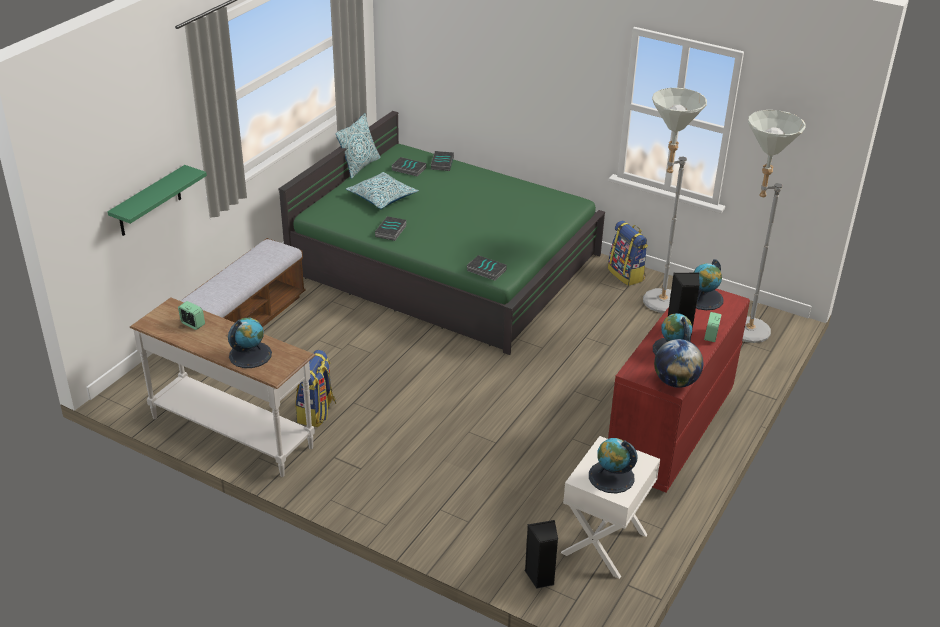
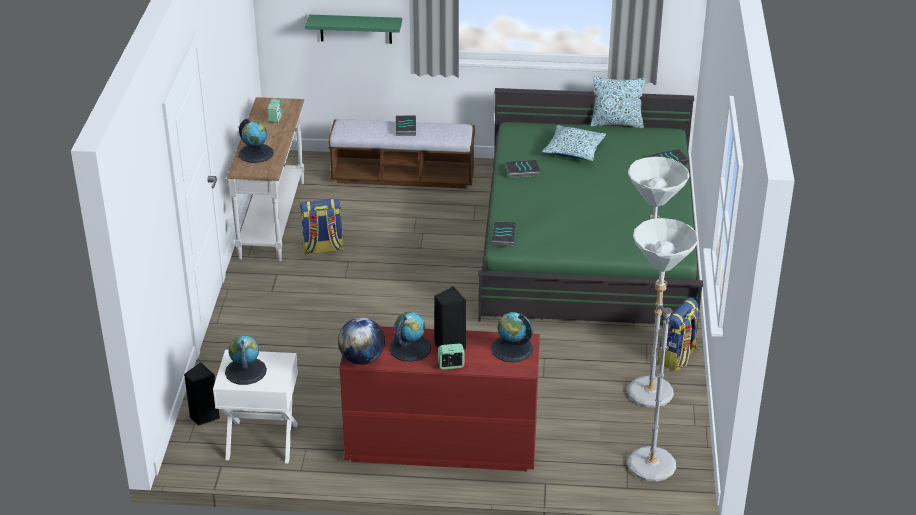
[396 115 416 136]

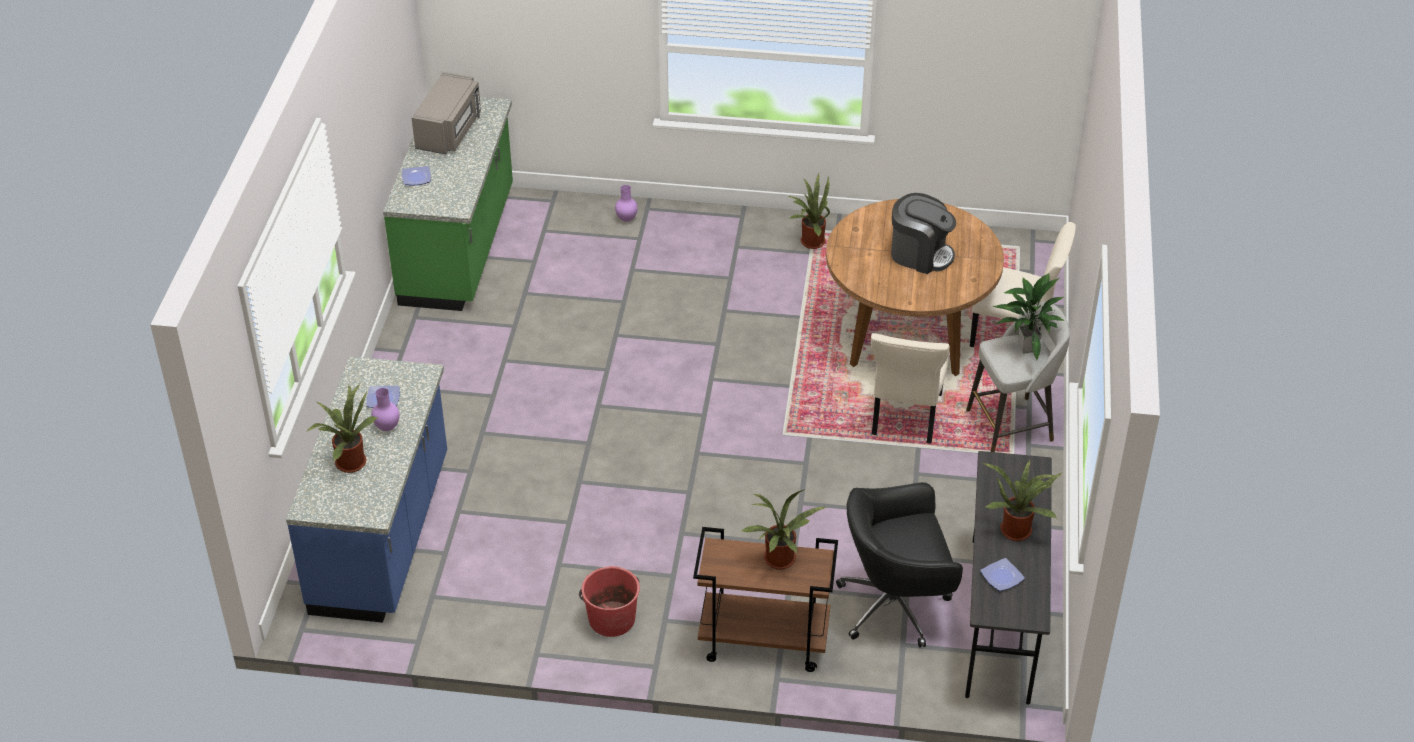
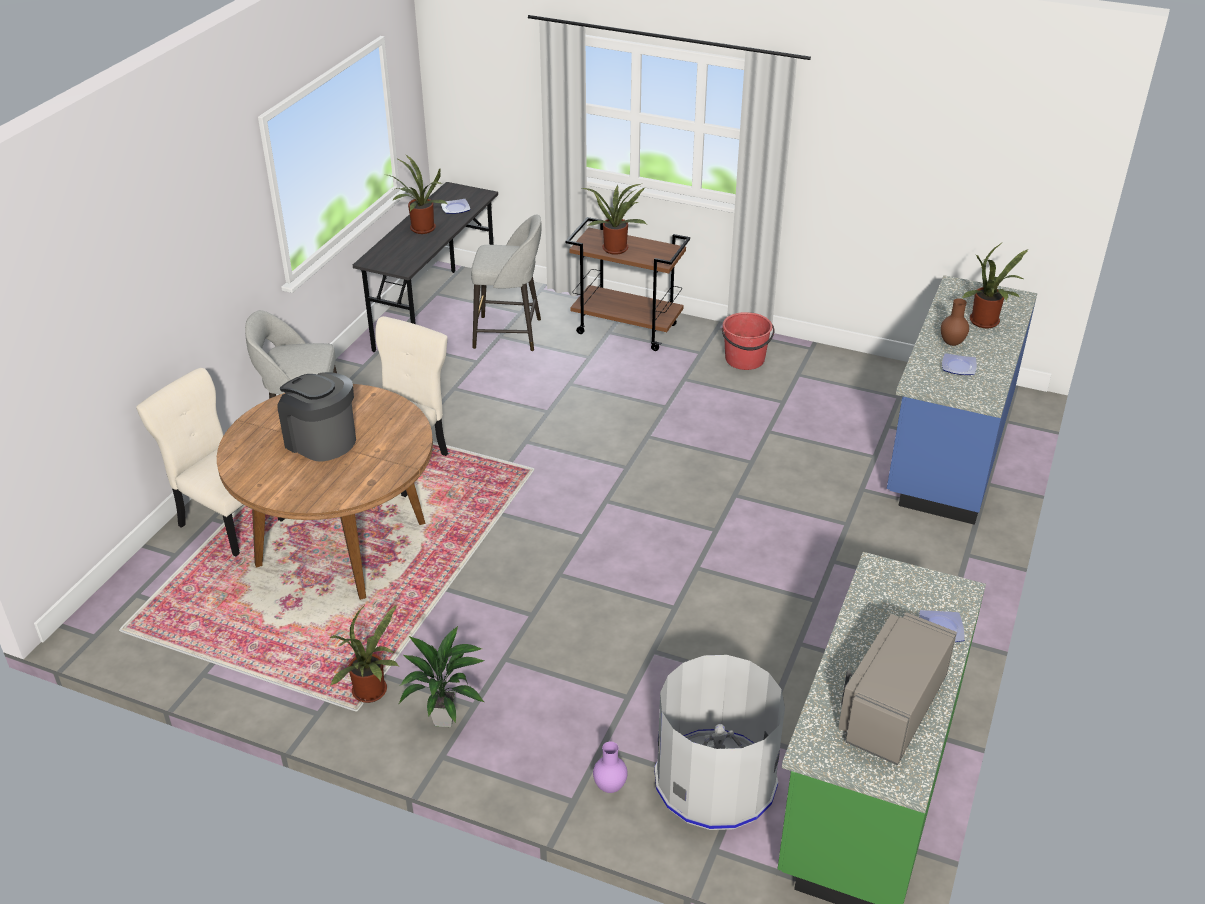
[941 298 969 346]
[471 214 542 351]
[399 626 485 727]
[654 655 785 830]

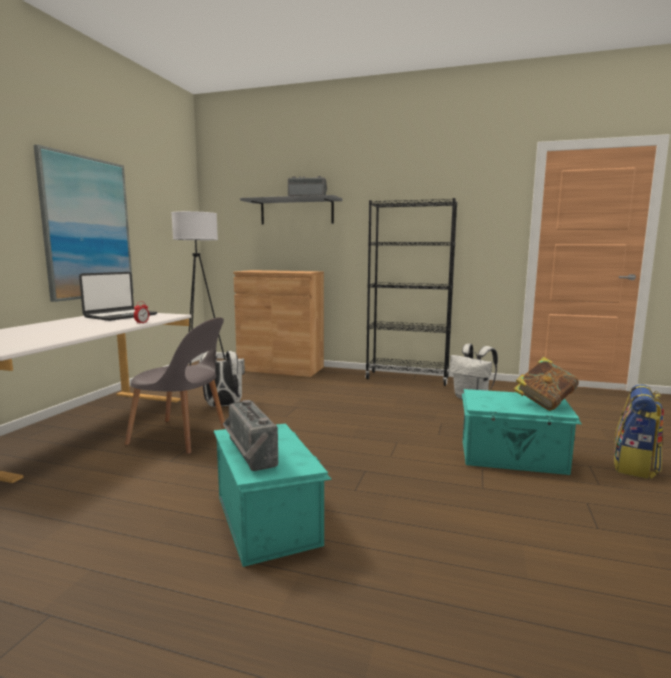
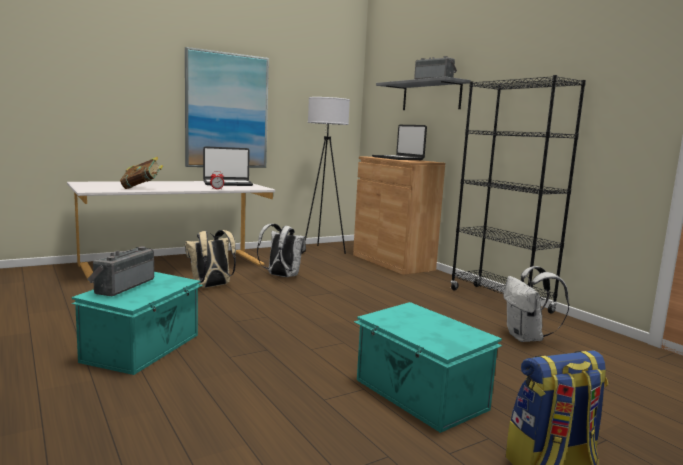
[185 230 236 288]
[120 157 163 189]
[372 125 427 160]

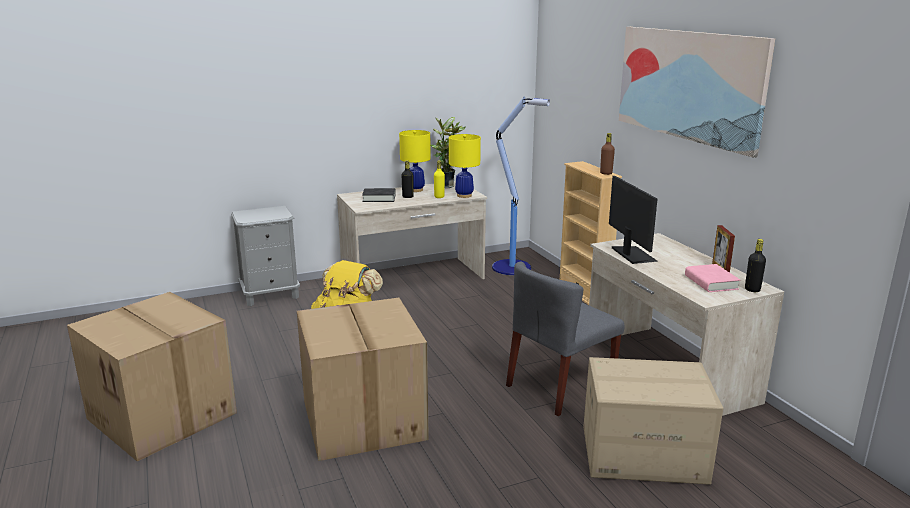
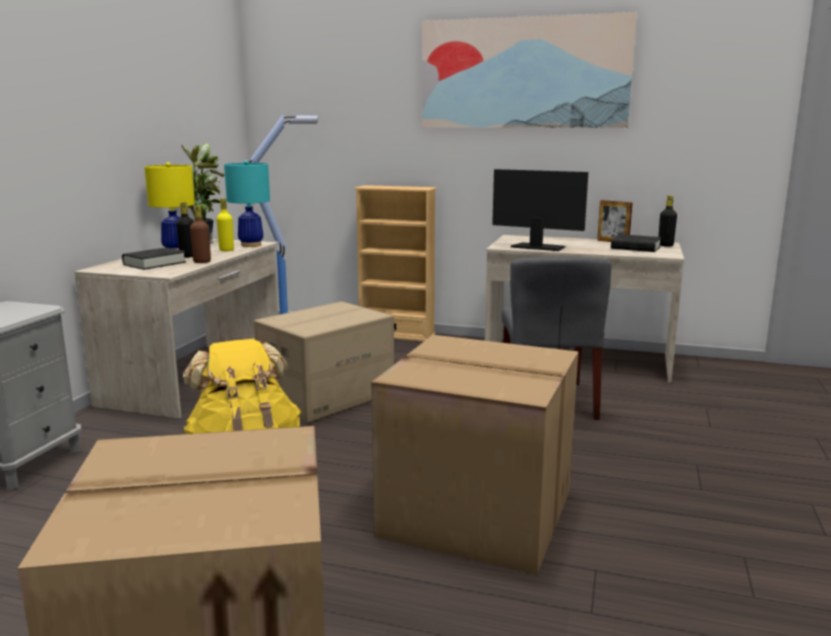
[224 160 270 247]
[254 301 394 423]
[190 205 211 263]
[611 234 662 252]

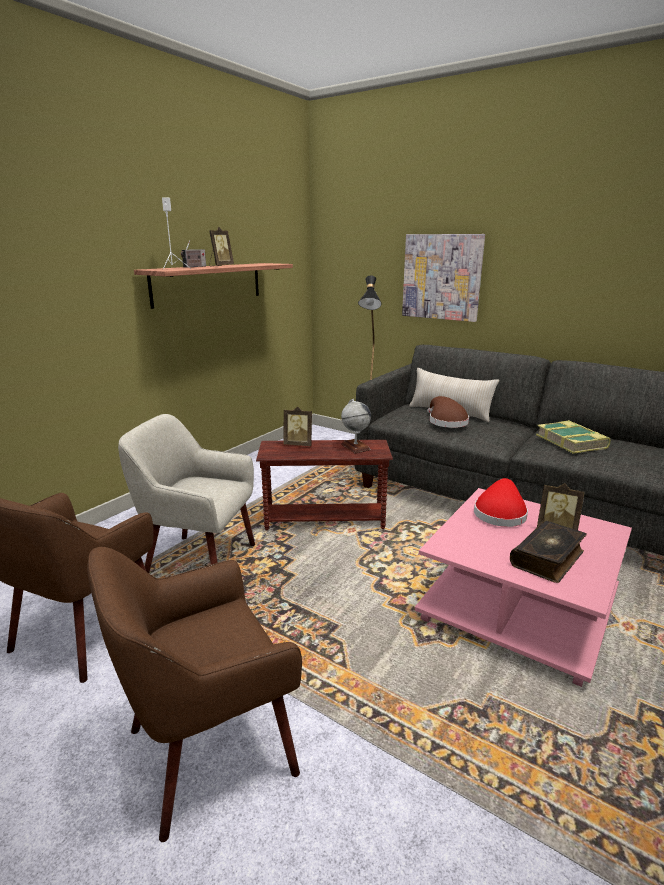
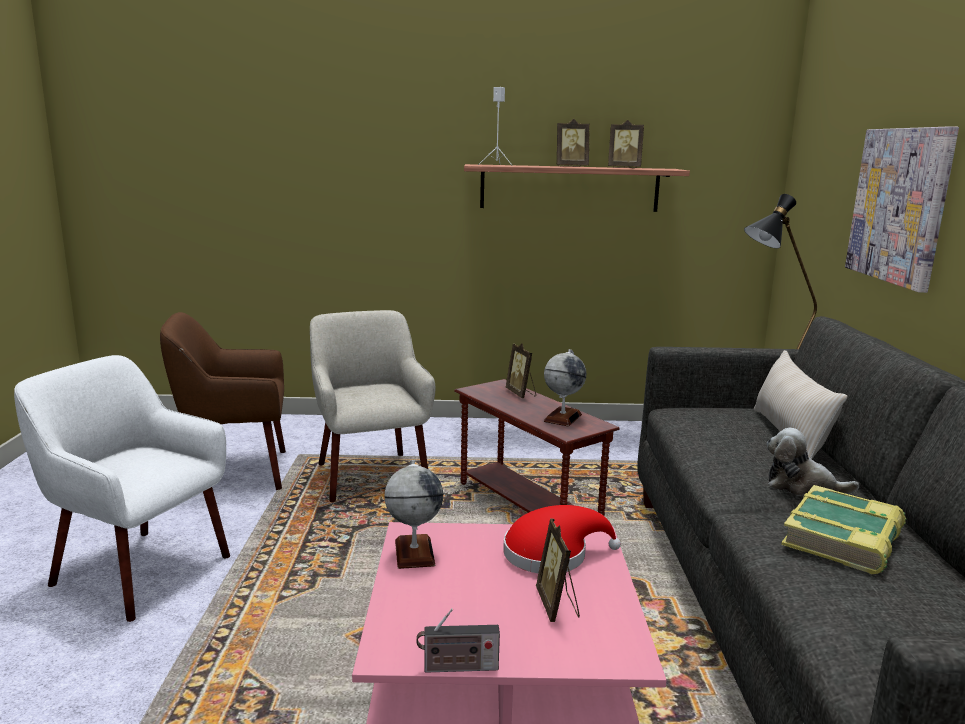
[14 355 230 622]
[416 608 500 673]
[427 396 469 428] (first image)
[510 521 586 583] (first image)
[384 460 443 569]
[608 120 644 168]
[767 428 859 495]

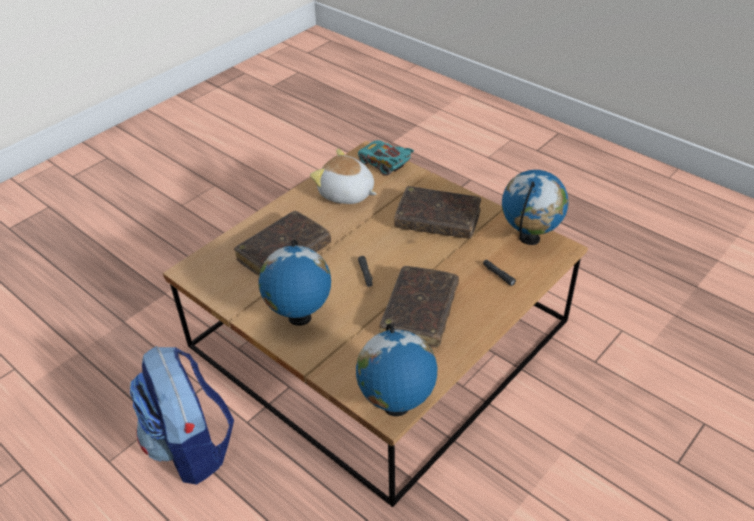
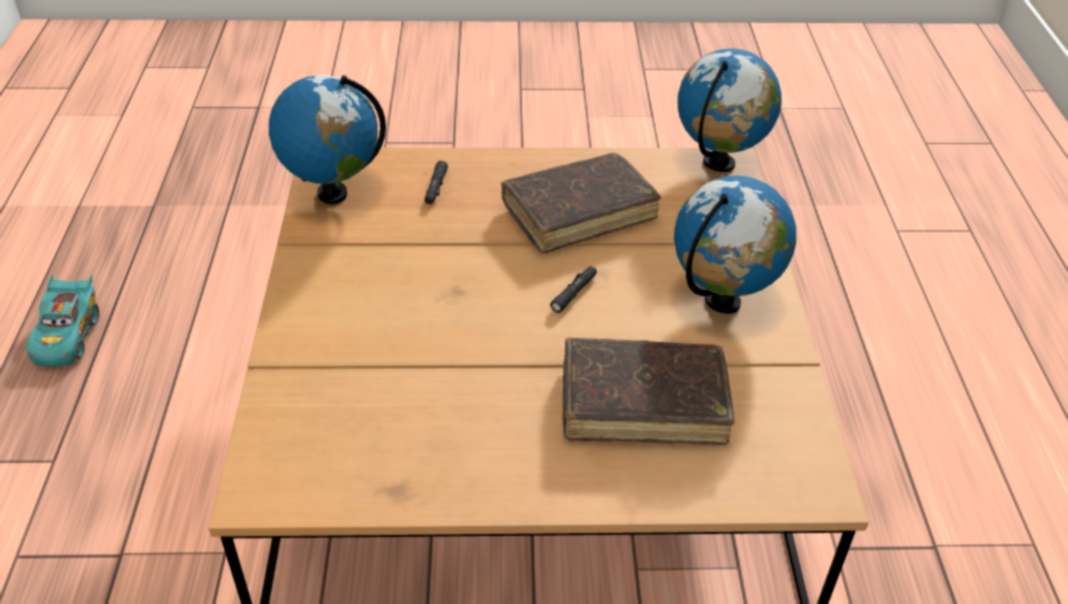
[130 346 234 485] (first image)
[310 149 377 204] (first image)
[26 275 99 367]
[394 186 481 239] (first image)

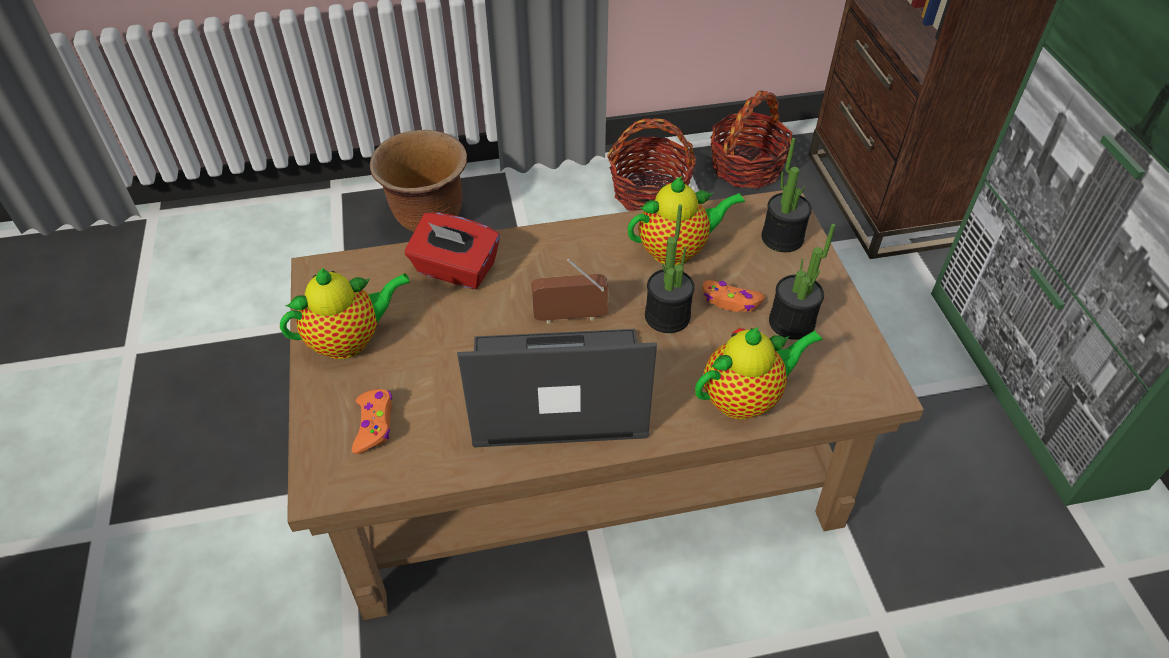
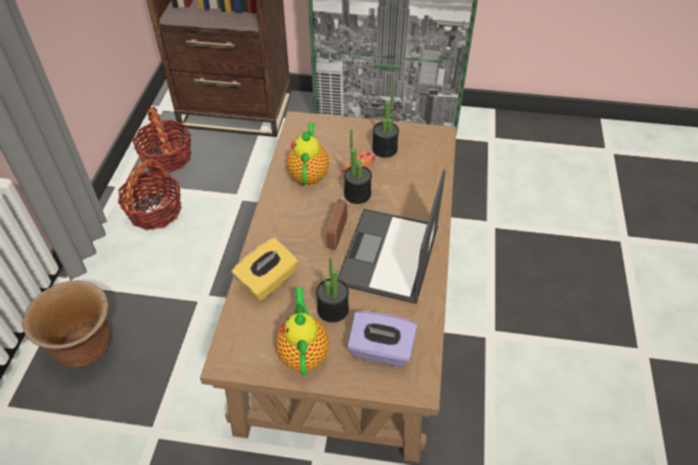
[347 311 417 367]
[231 238 298 301]
[695 327 823 420] (first image)
[316 257 349 323]

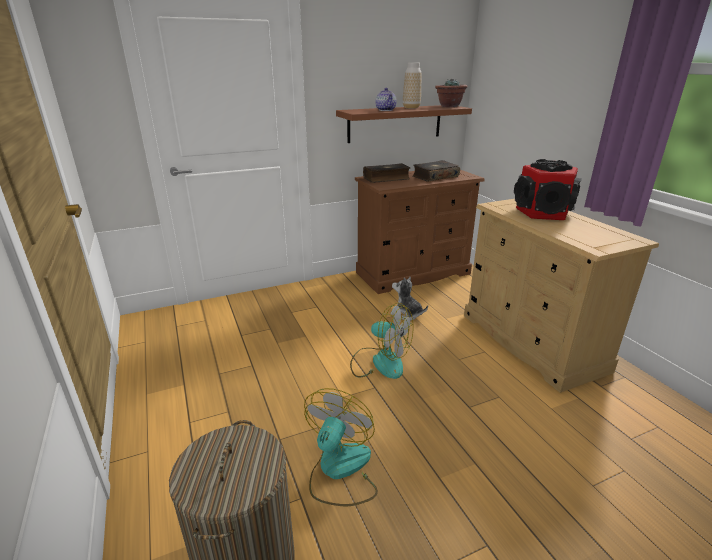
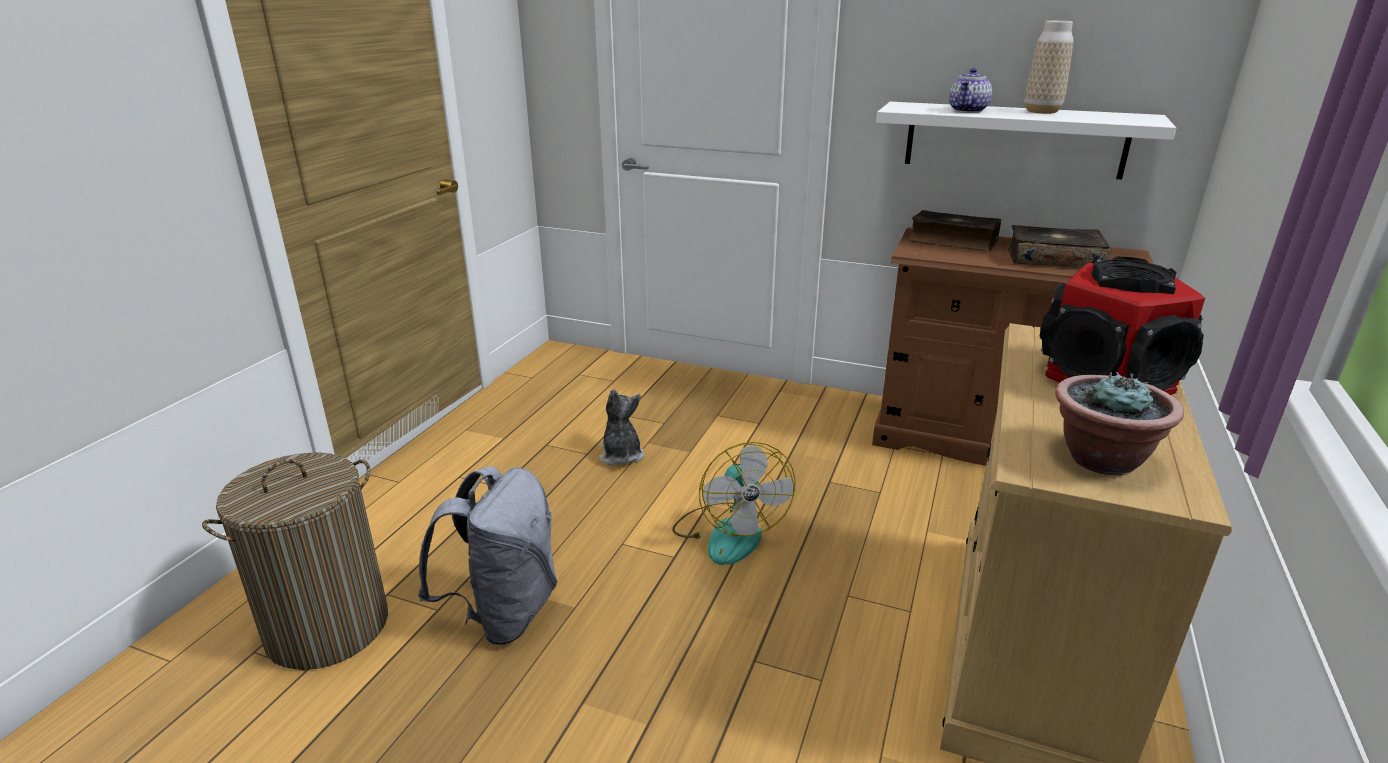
[418 466 557 645]
[876 102 1176 180]
[599 389 644 466]
[1055 372 1184 475]

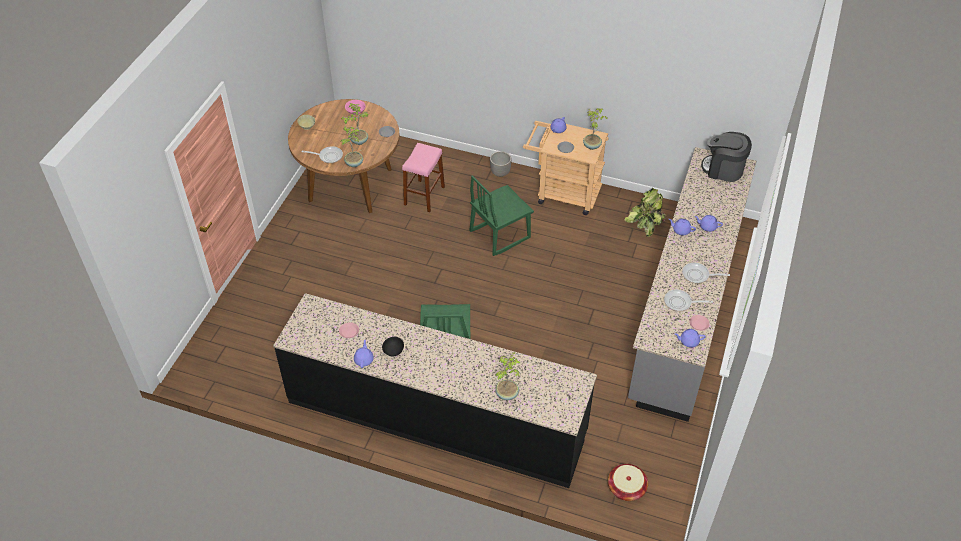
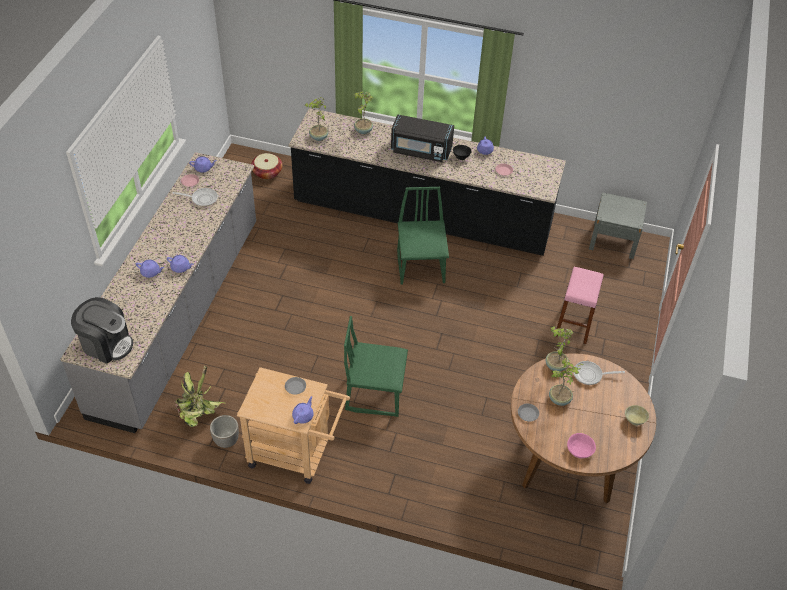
[556 267 604 344]
[344 316 408 417]
[210 415 239 448]
[304 97 328 141]
[682 263 730 284] (first image)
[391 114 454 162]
[589 192 647 259]

